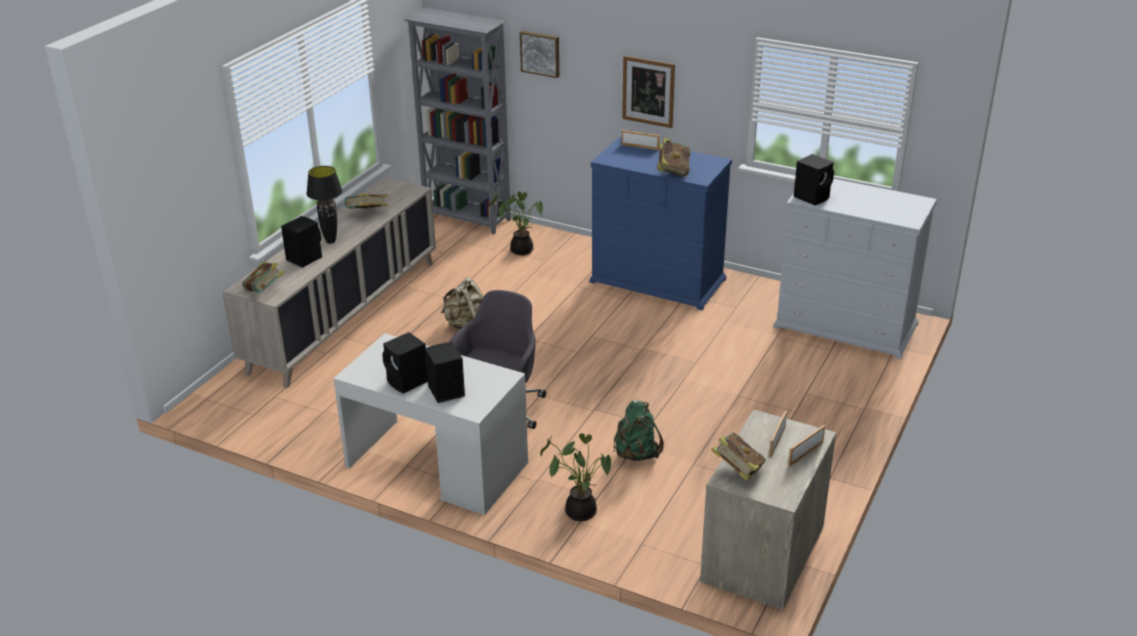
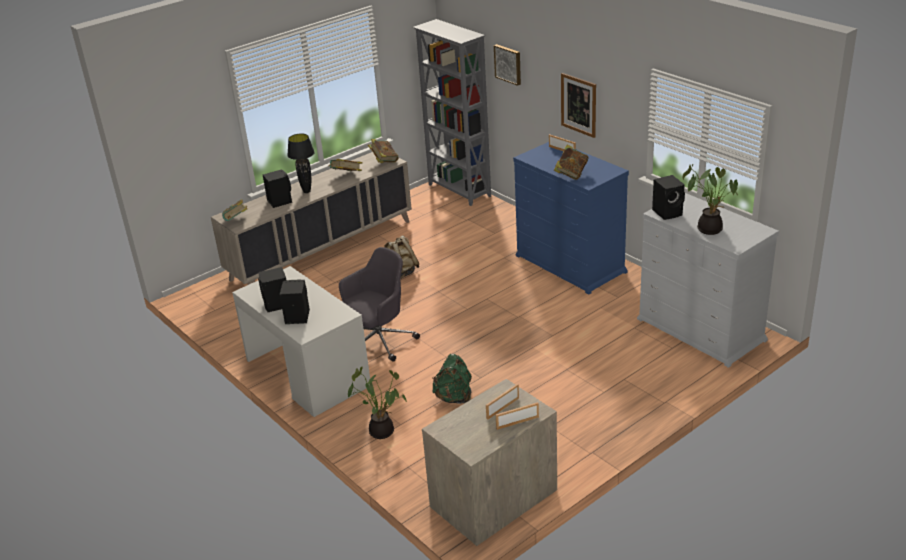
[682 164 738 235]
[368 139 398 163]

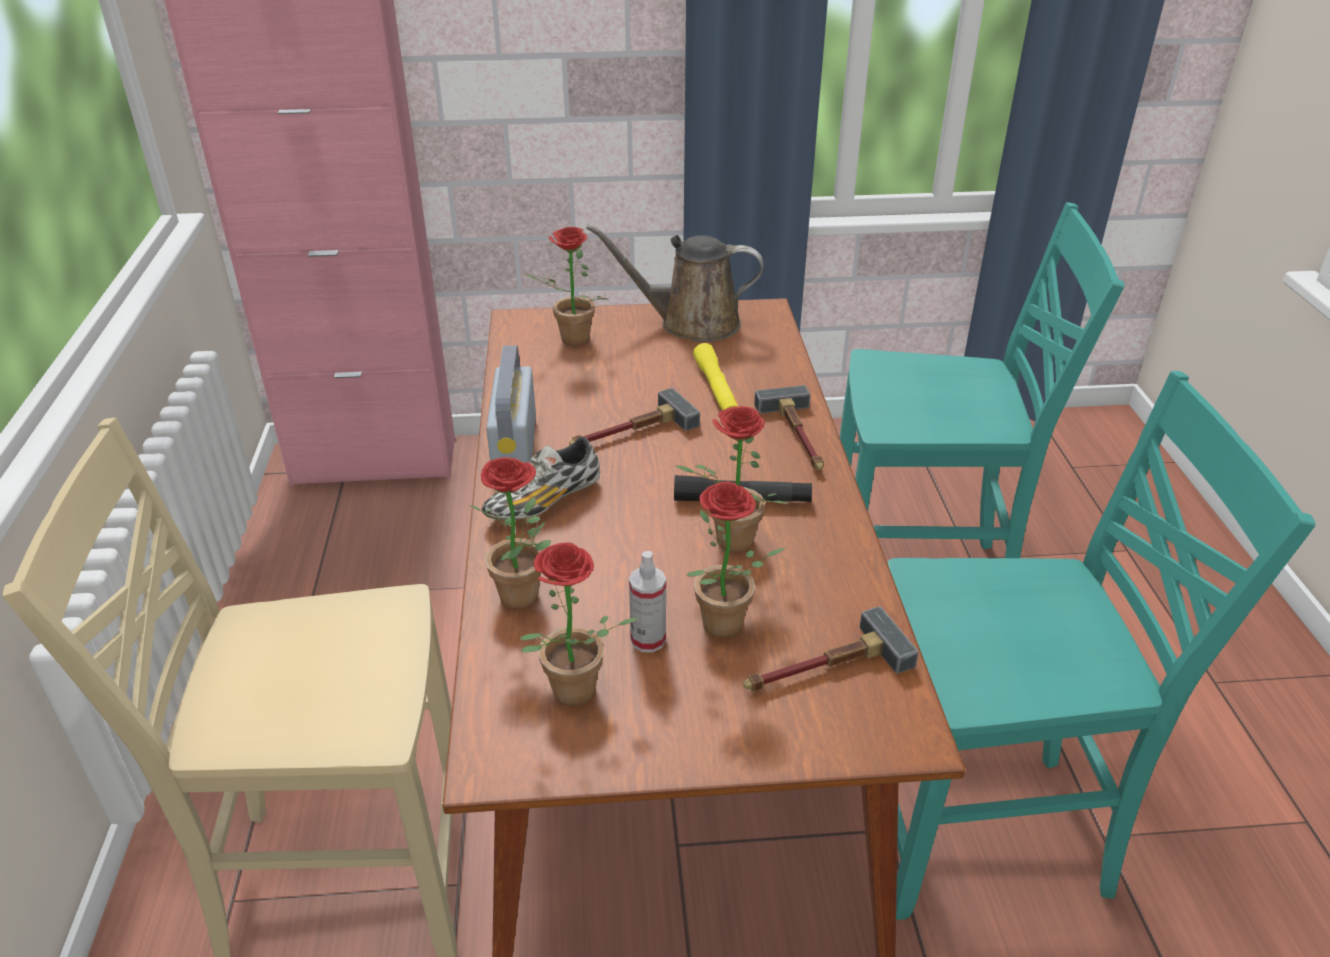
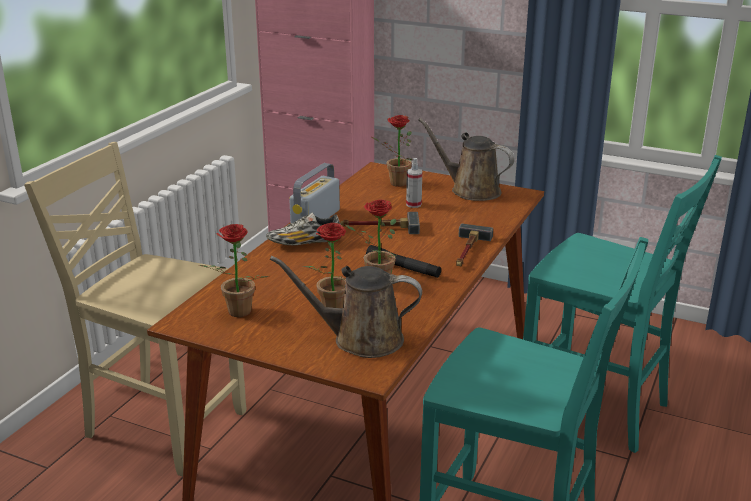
[469 457 551 609] (first image)
[406 158 422 208]
[693 343 738 410] (first image)
[270 256 422 358]

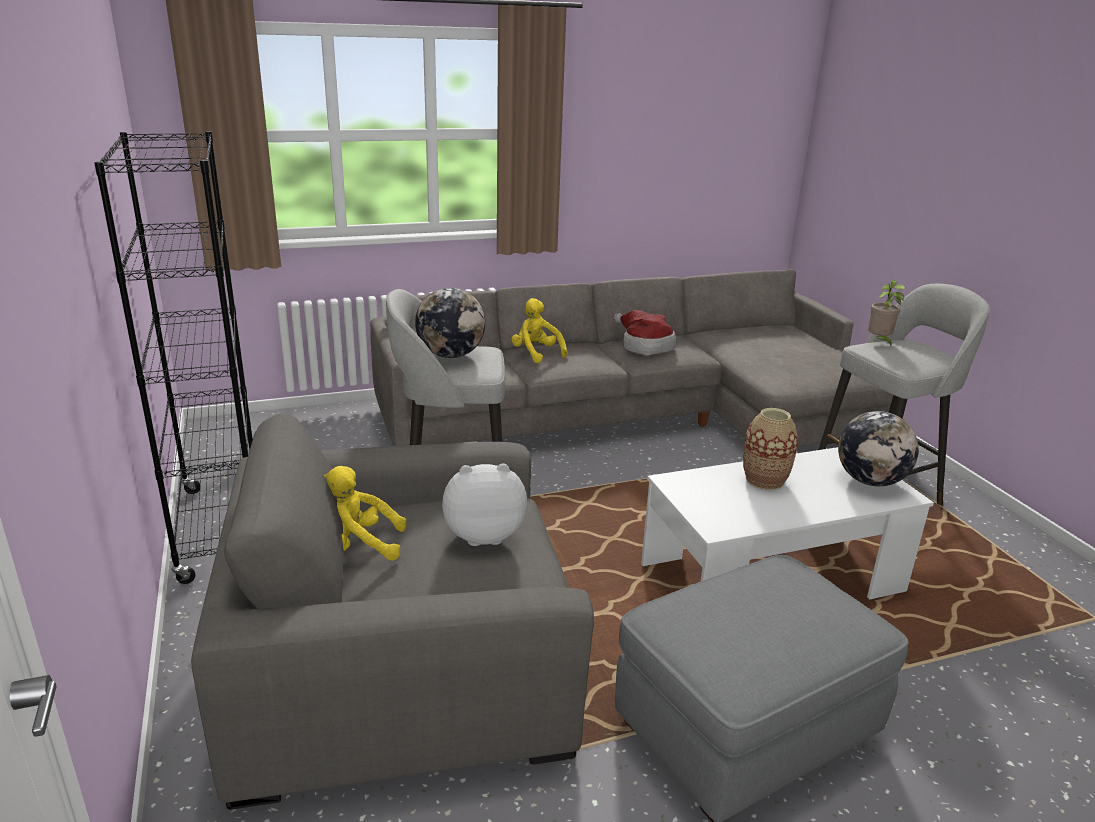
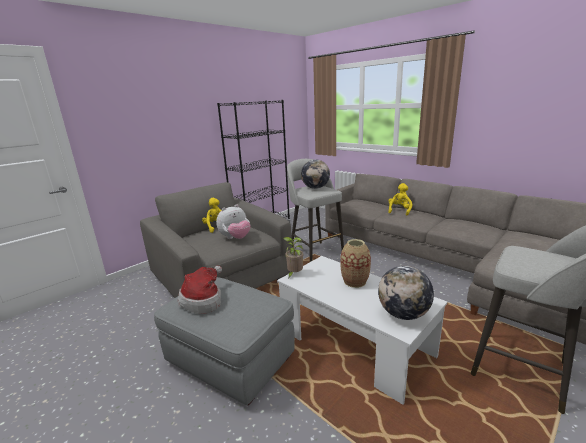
[216 204 251 239]
[178 266 222 314]
[283 237 303 278]

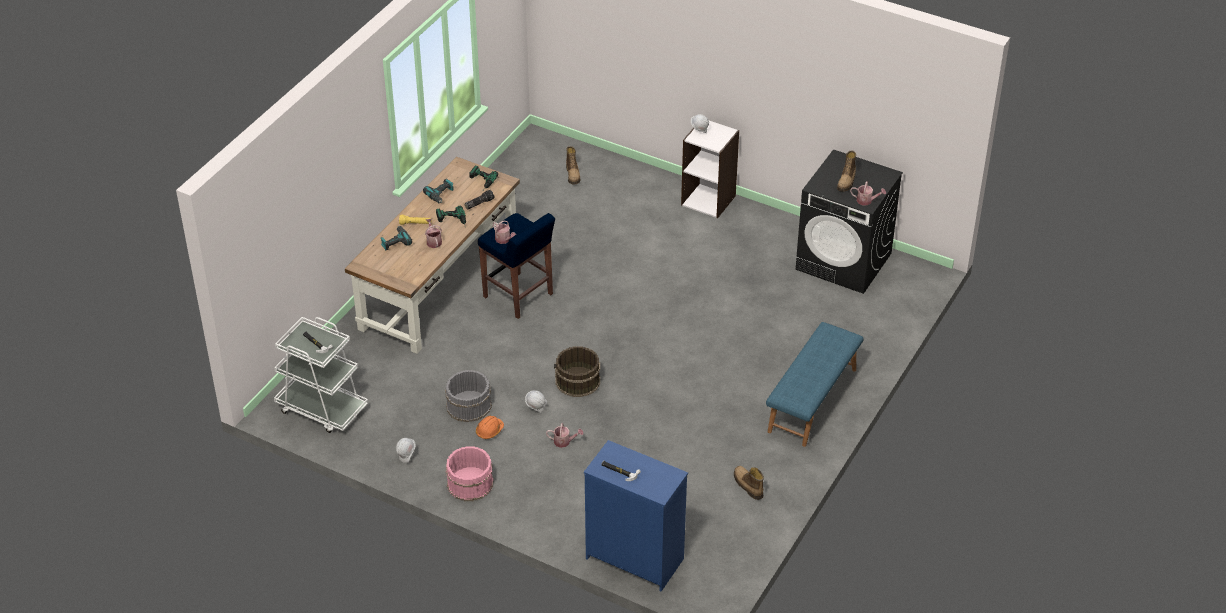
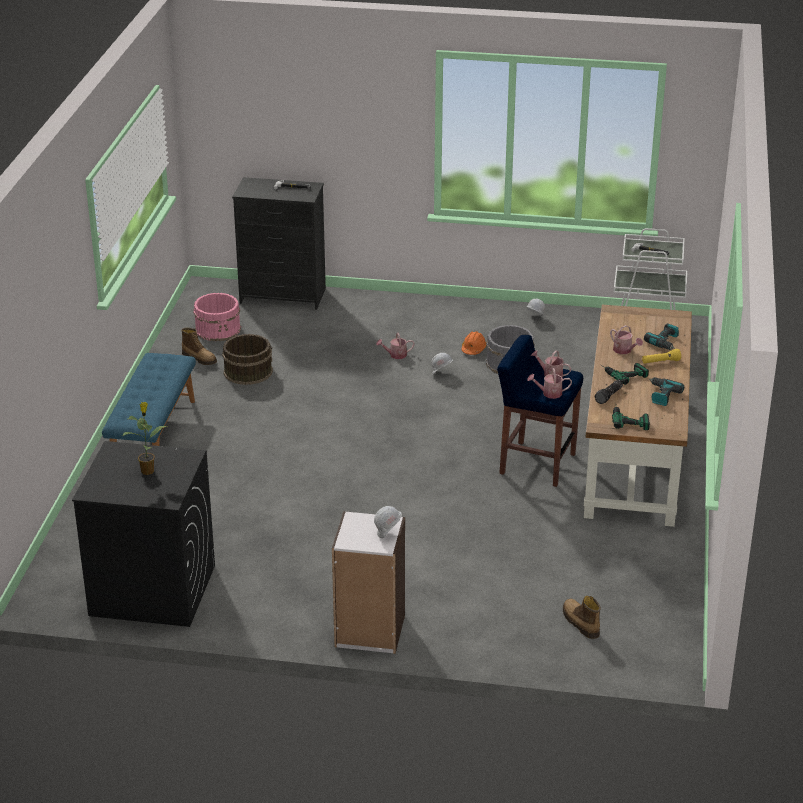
[193 293 241 341]
[222 334 273 385]
[232 177 326 310]
[122 402 167 475]
[527 368 572 399]

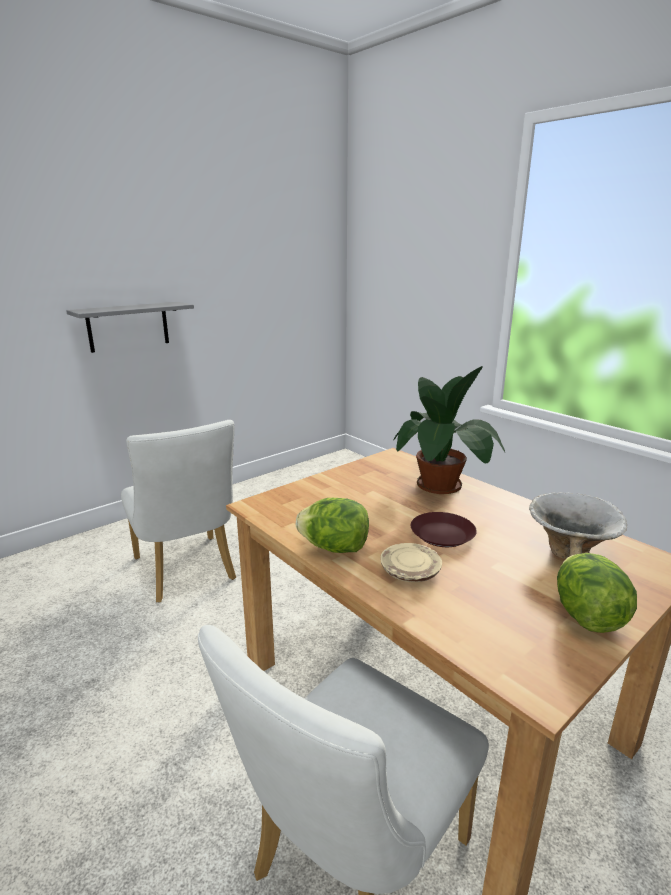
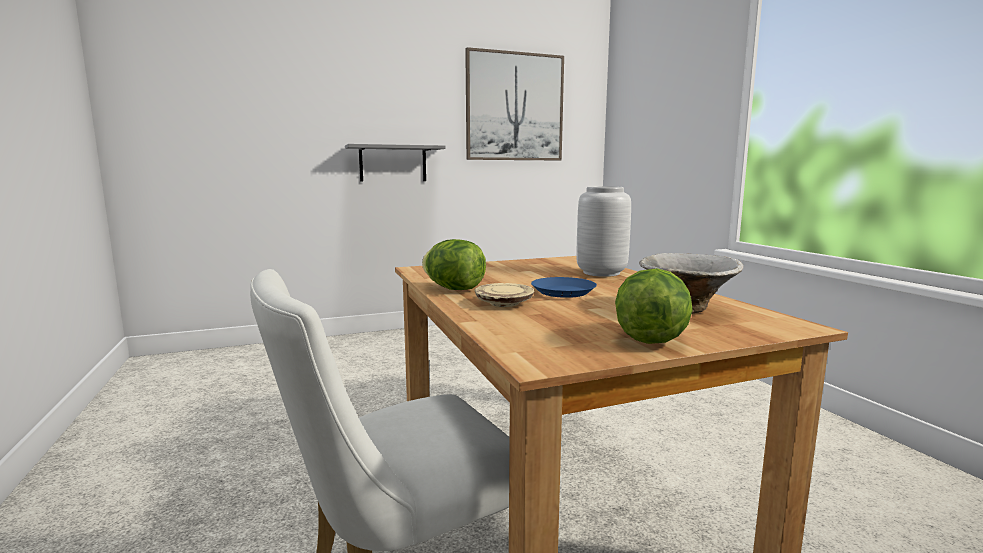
[121 420 236 603] (first image)
[576 186 631 277]
[531 277 597 298]
[465 47 564 160]

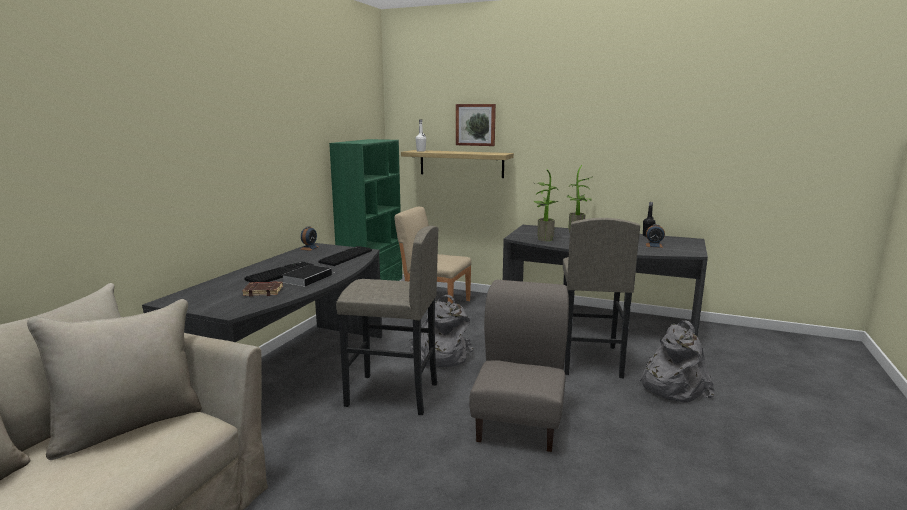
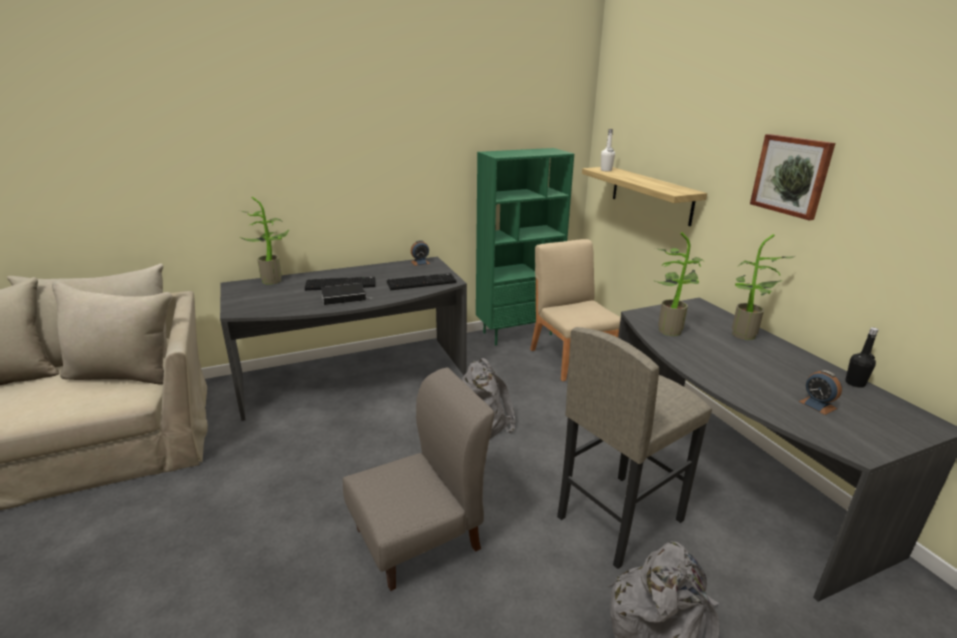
[242 282 283 296] (first image)
[336 226 438 415] (first image)
[750 134 835 220]
[239 196 289 285]

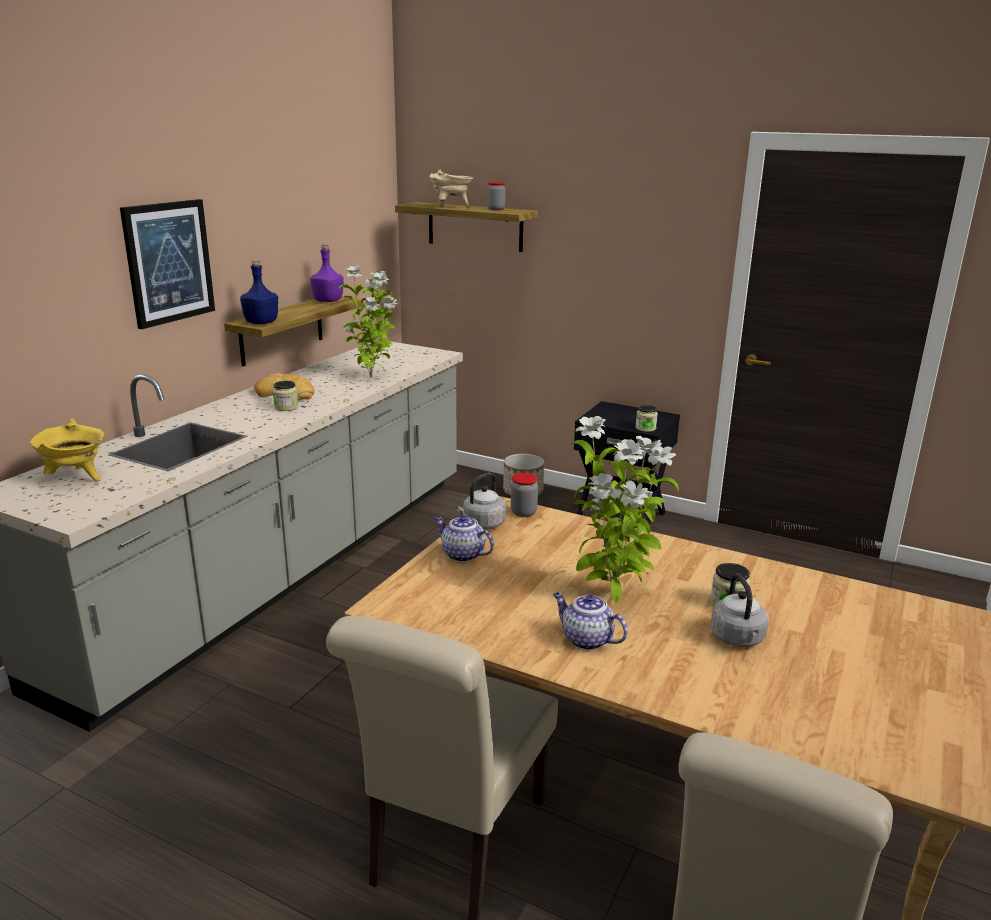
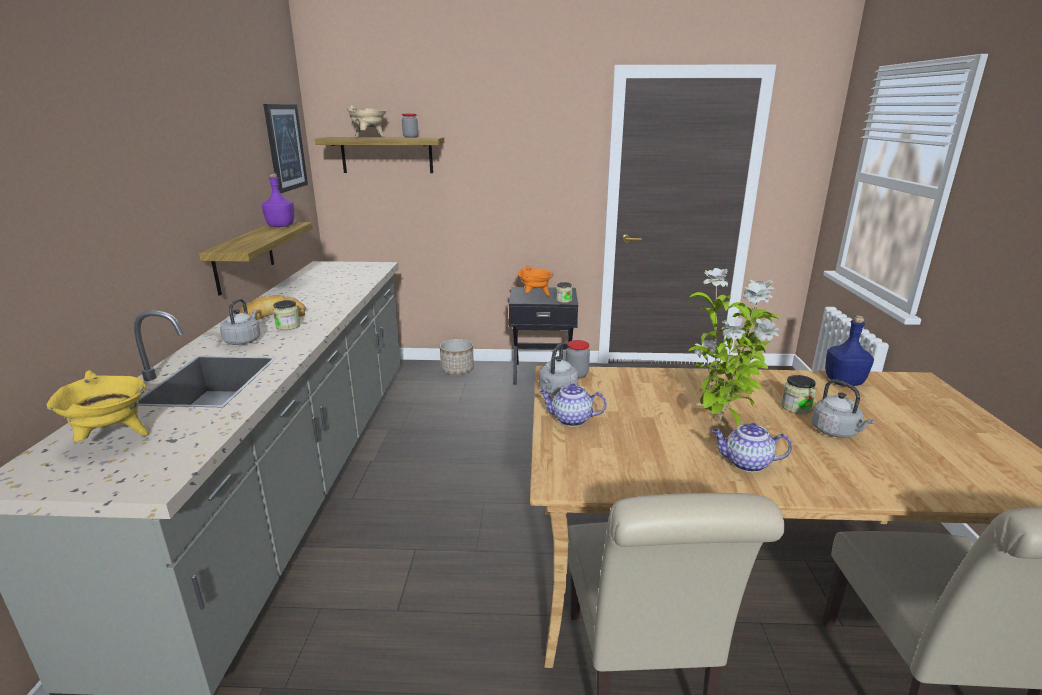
[263 104 308 193]
[825 315 874 386]
[338 266 398 377] (first image)
[220 299 260 345]
[518 265 554 296]

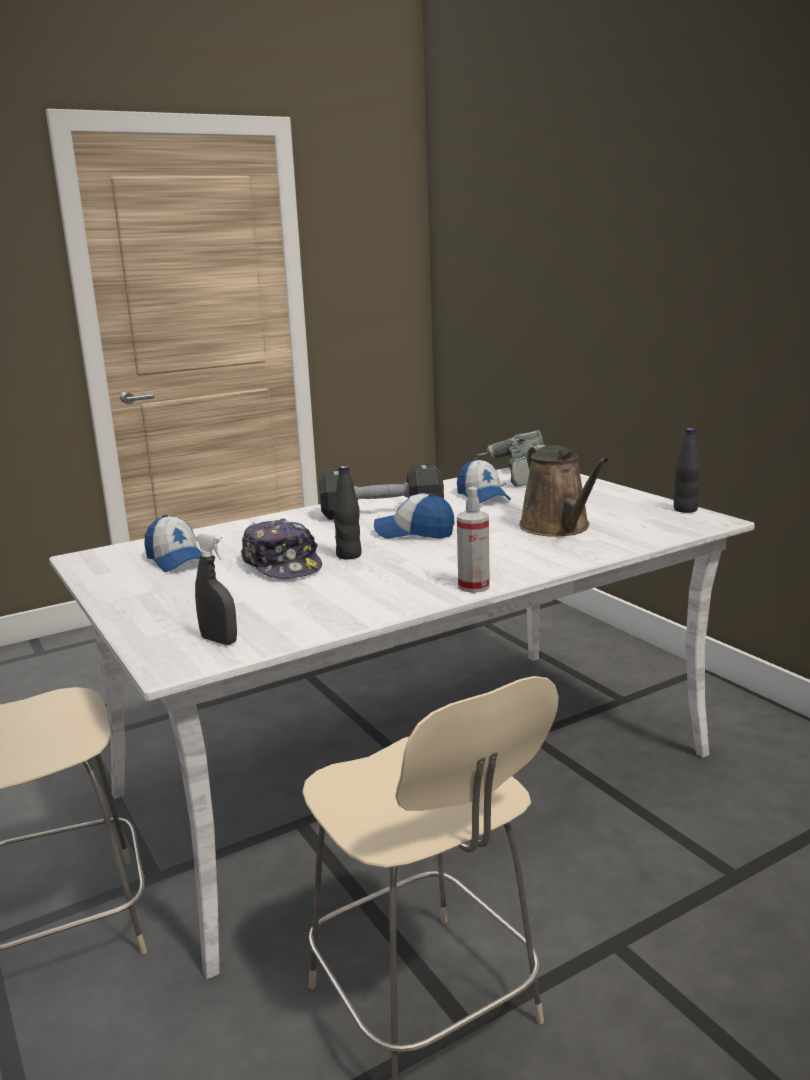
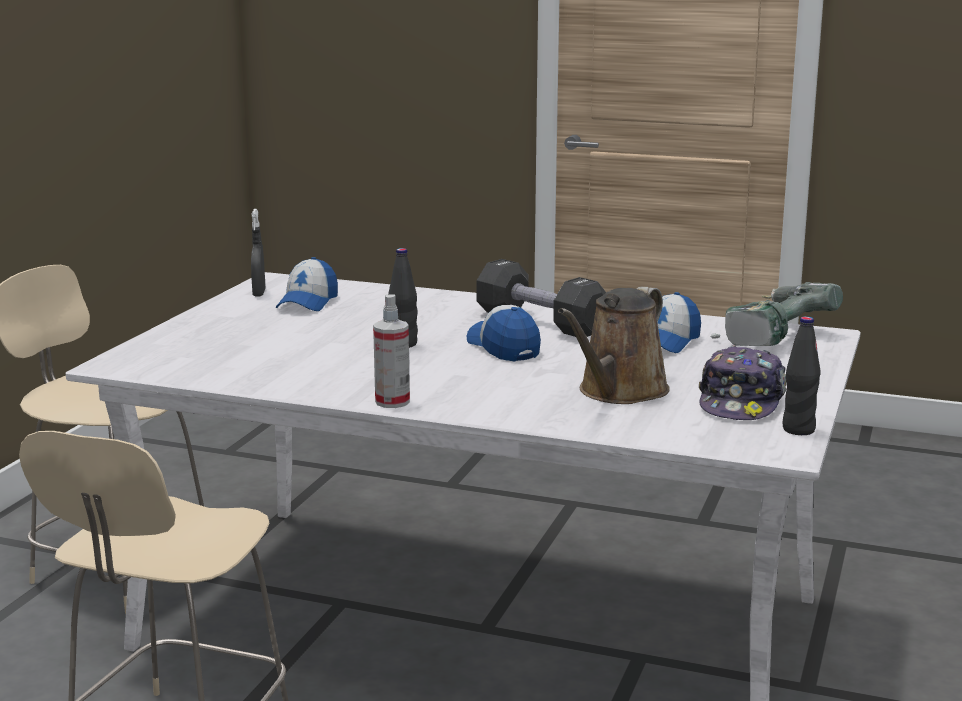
[251 209 265 296]
[699 345 786 420]

